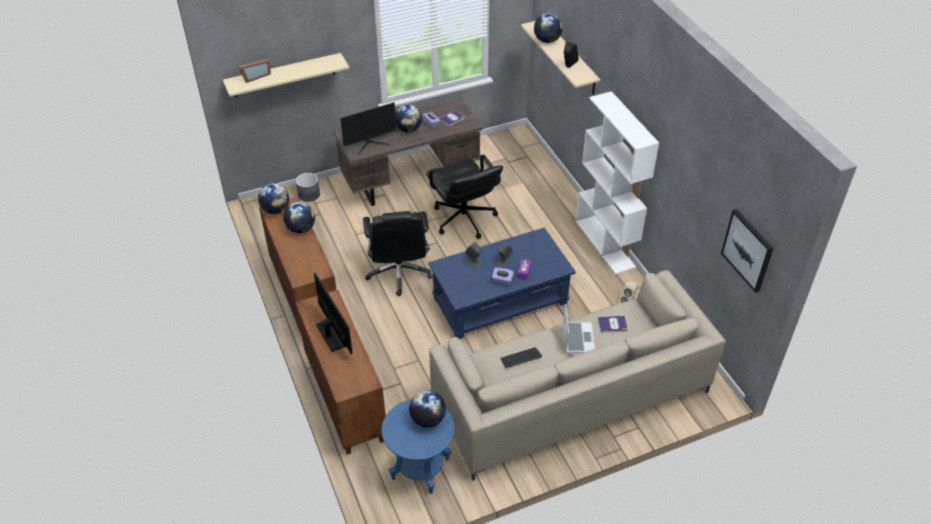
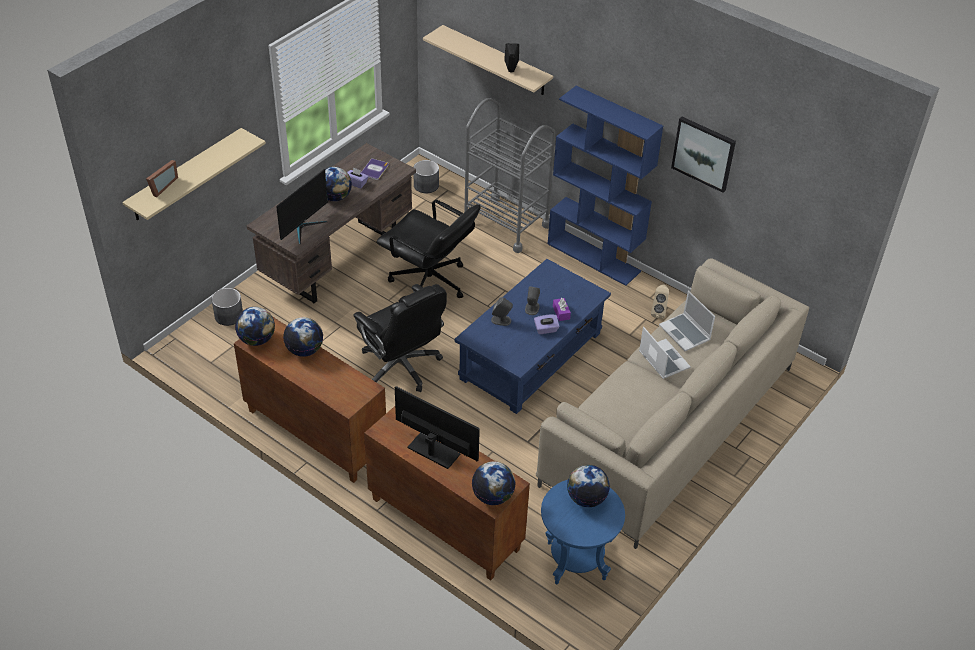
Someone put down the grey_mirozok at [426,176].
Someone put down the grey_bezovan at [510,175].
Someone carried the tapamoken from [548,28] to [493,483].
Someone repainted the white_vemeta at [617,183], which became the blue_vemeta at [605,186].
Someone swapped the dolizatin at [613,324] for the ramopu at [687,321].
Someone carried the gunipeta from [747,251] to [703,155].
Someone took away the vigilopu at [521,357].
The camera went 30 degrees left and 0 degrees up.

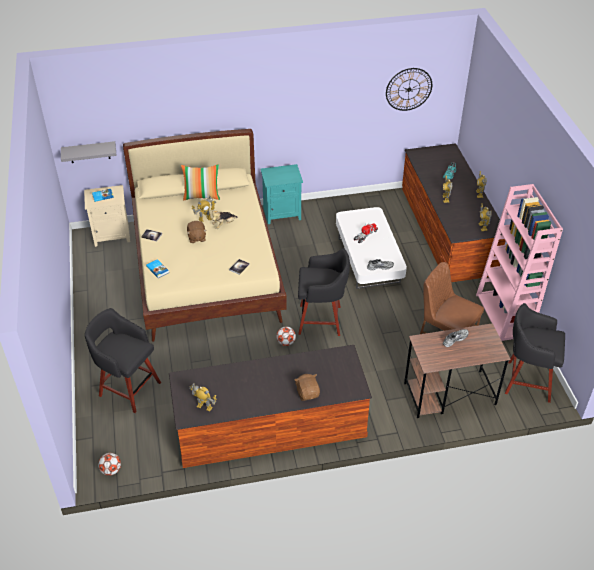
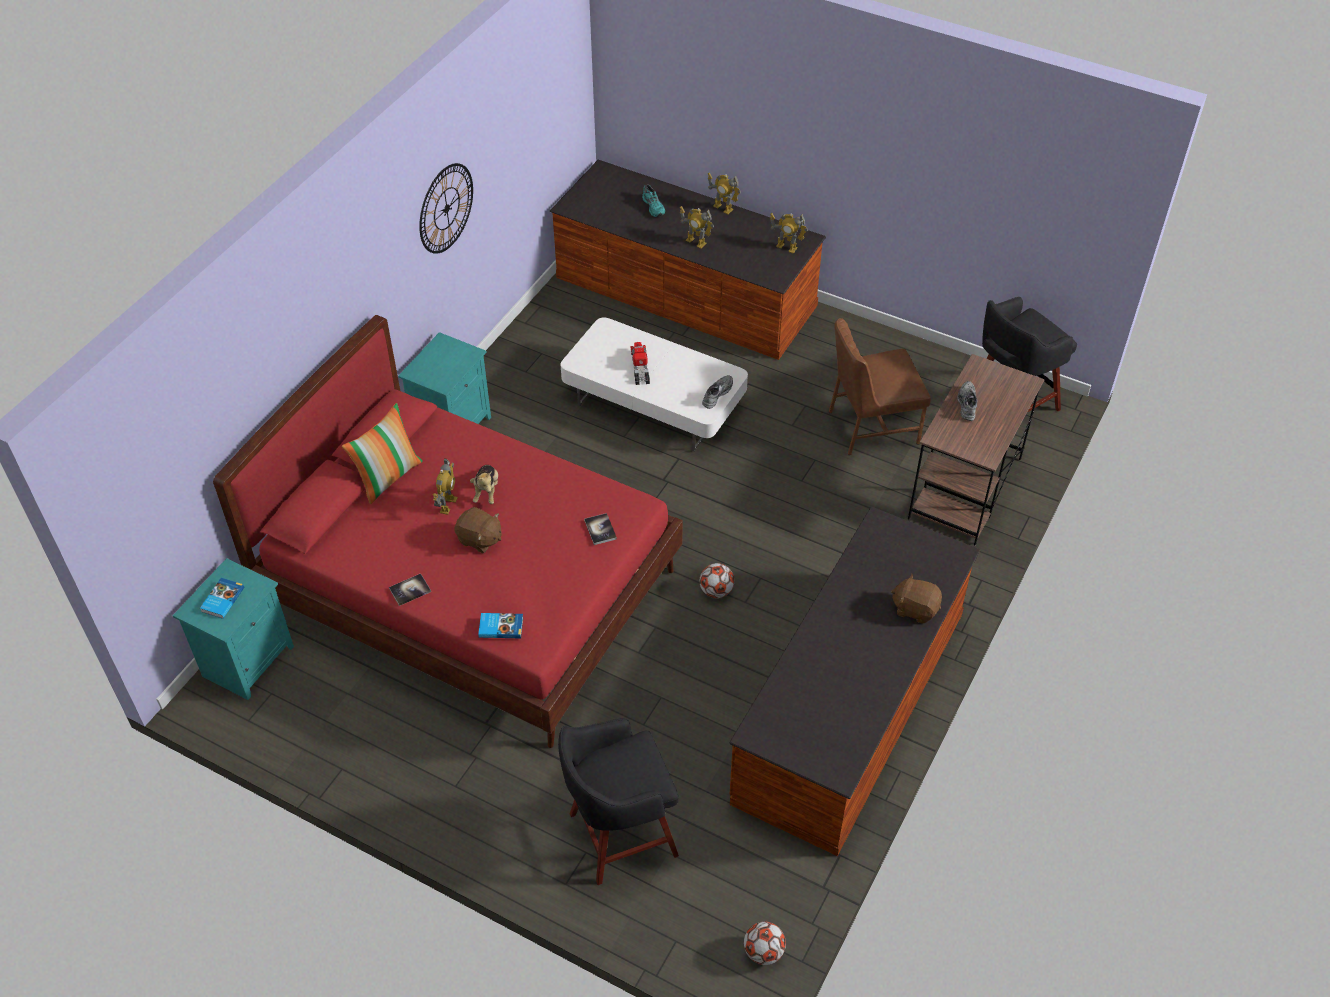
Someone repainted the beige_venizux at [107,216], which became the turquoise_venizux at [233,629].
Someone repainted the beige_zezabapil at [205,235], which became the red_zezabapil at [448,531].
Someone carried the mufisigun from [409,89] to [446,208].
Someone took away the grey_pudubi at [89,152].
Someone took away the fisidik at [203,397].
Someone took away the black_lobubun at [324,292].
Someone took away the pink_vemeta at [519,262].
The camera went 50 degrees left and 5 degrees up.

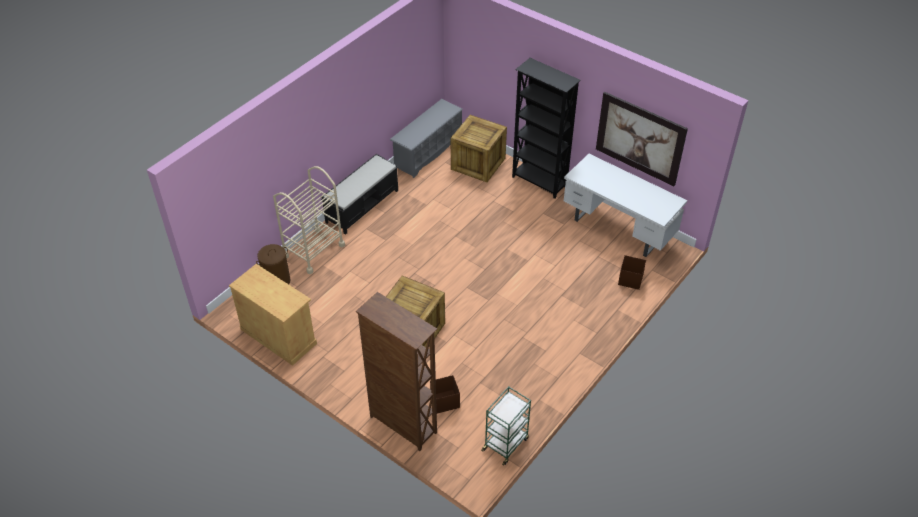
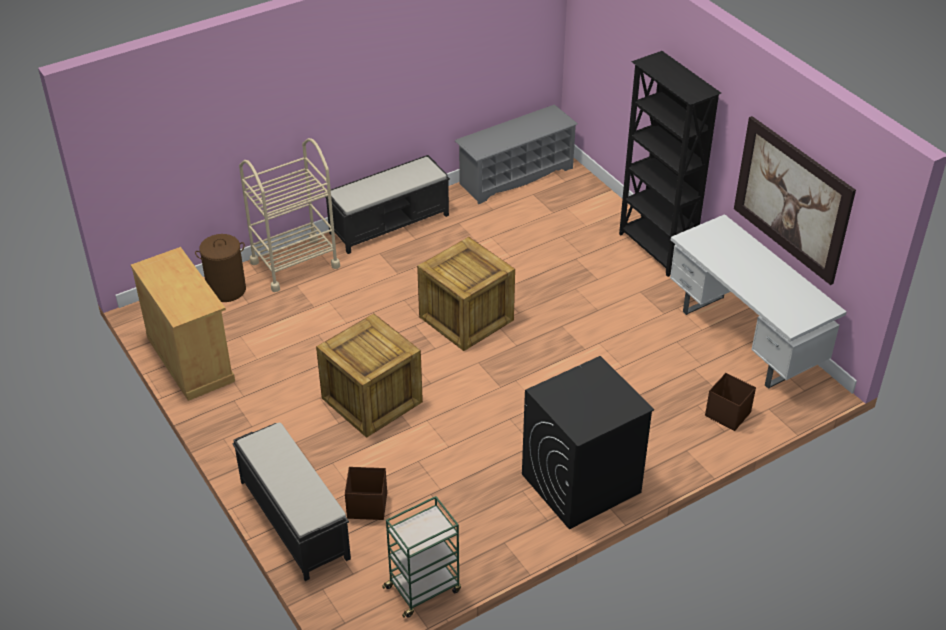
Someone swapped the brown_vemeta at [396,371] for the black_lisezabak at [291,501].
Someone carried the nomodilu from [479,148] to [466,294].
Someone put down the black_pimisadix at [588,443].
The camera went 20 degrees right and 5 degrees down.

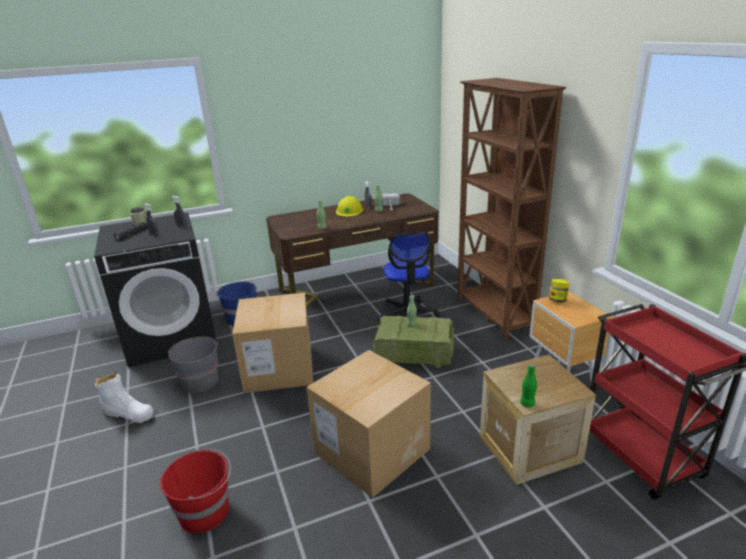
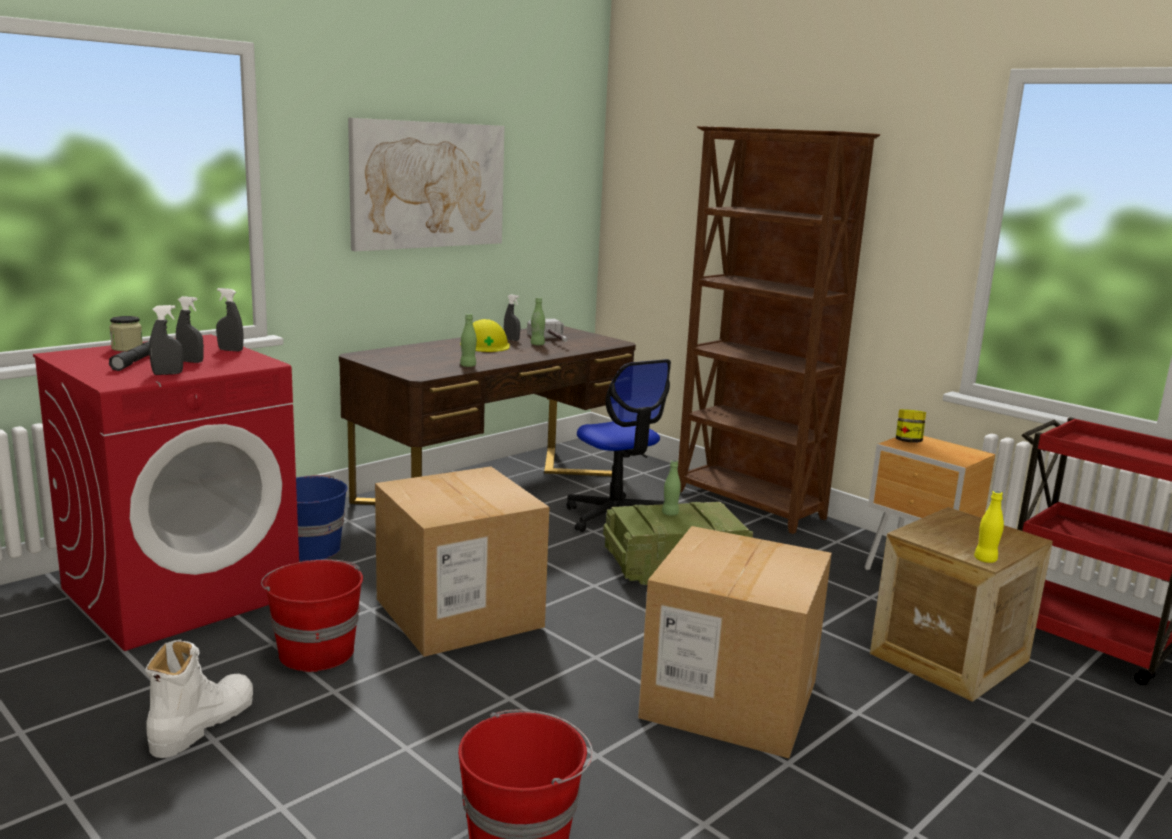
Someone repainted the black_pimisadix at [155,289], which became the red_pimisadix at [166,492].
Someone rotated the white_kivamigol at [124,397] by 60 degrees counterclockwise.
Someone put down the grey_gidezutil at [166,340].
Someone repainted the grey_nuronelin at [193,365], which became the red_nuronelin at [312,615].
Someone put up the gunipeta at [426,184].
Someone repainted the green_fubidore at [528,385], which became the yellow_fubidore at [989,527].
The camera went 25 degrees left and 10 degrees down.

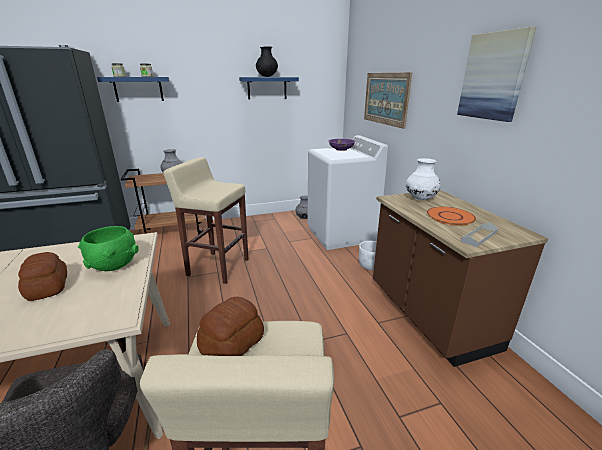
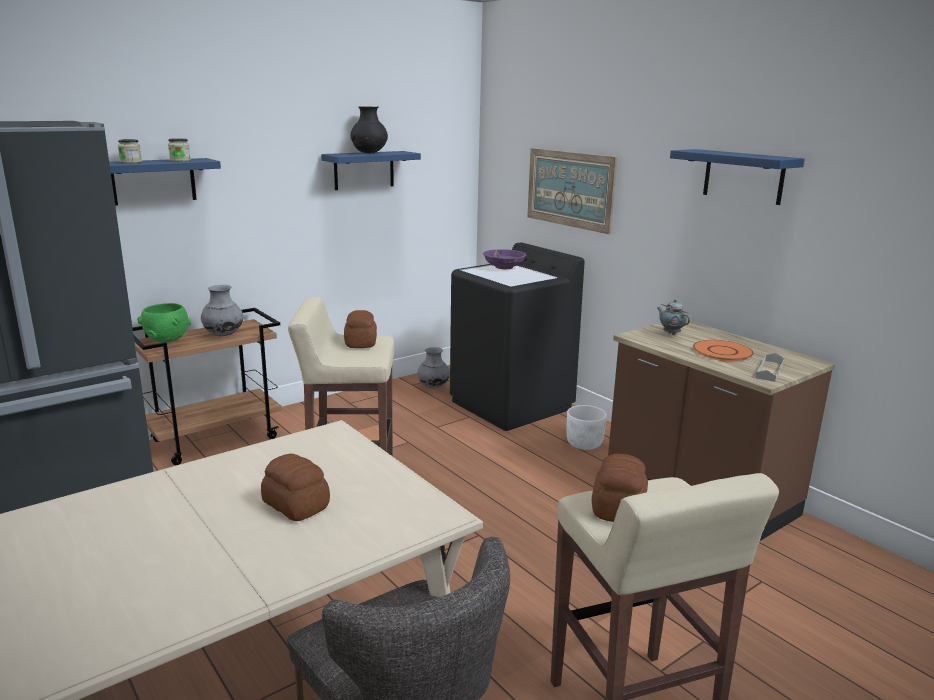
Someone carried the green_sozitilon from [108,248] to [164,323].
Someone put down the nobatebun at [360,329].
Someone repainted the white_pimisadix at [347,192], which became the black_pimisadix at [517,336].
Someone swapped the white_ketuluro at [423,179] for the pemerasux at [673,317].
Someone swapped the gunipeta at [496,74] for the blue_pudubi at [737,177].
The camera went 20 degrees left and 5 degrees down.

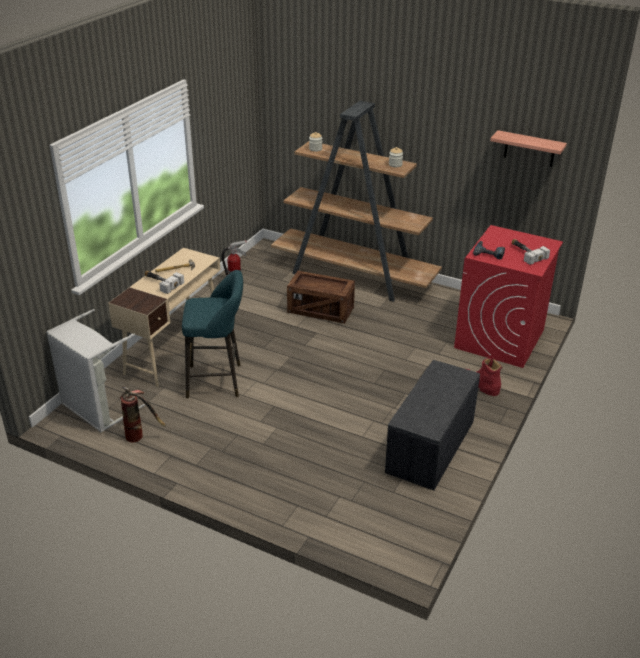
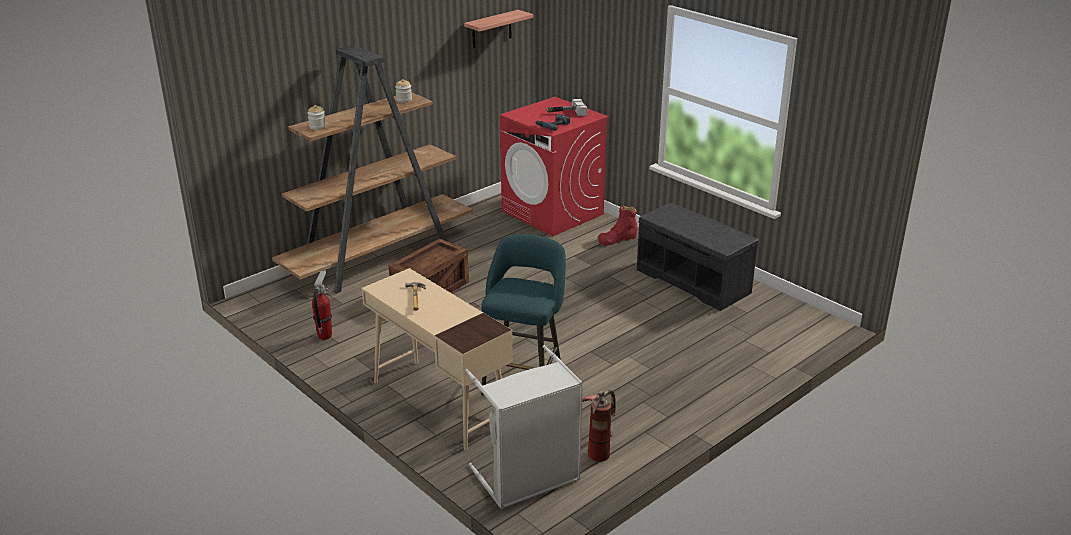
Someone took away the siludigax at [164,282].
The camera went 70 degrees left and 5 degrees down.

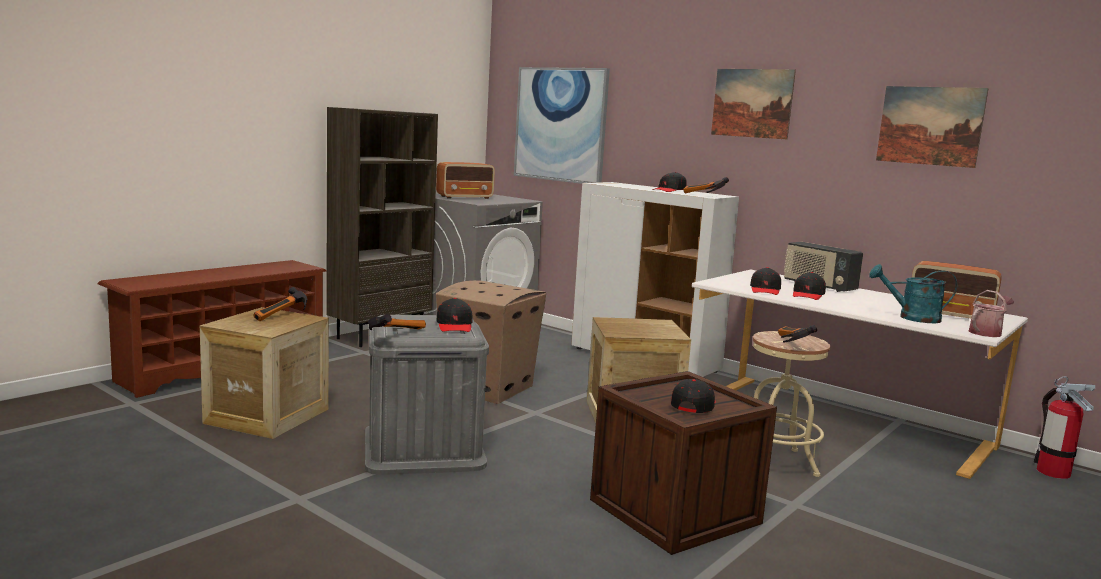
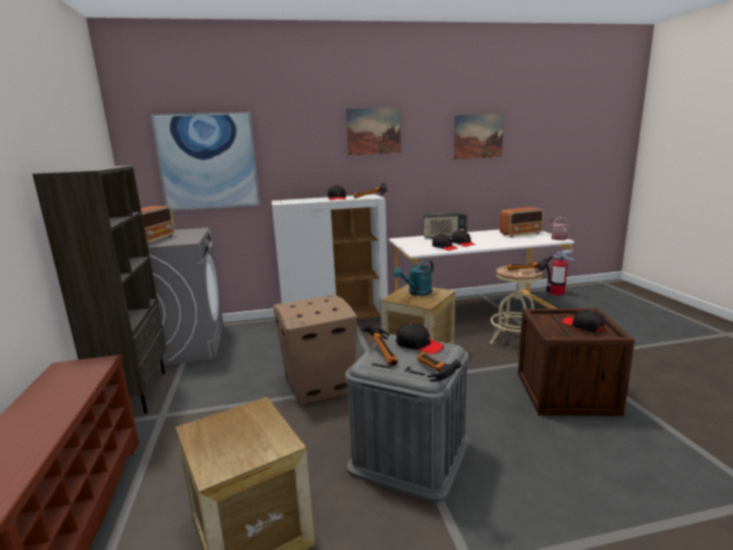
Someone carried the siludigax from [280,304] to [380,345].
Someone carried the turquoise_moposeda from [913,293] to [413,277].
The camera went 50 degrees left and 5 degrees up.

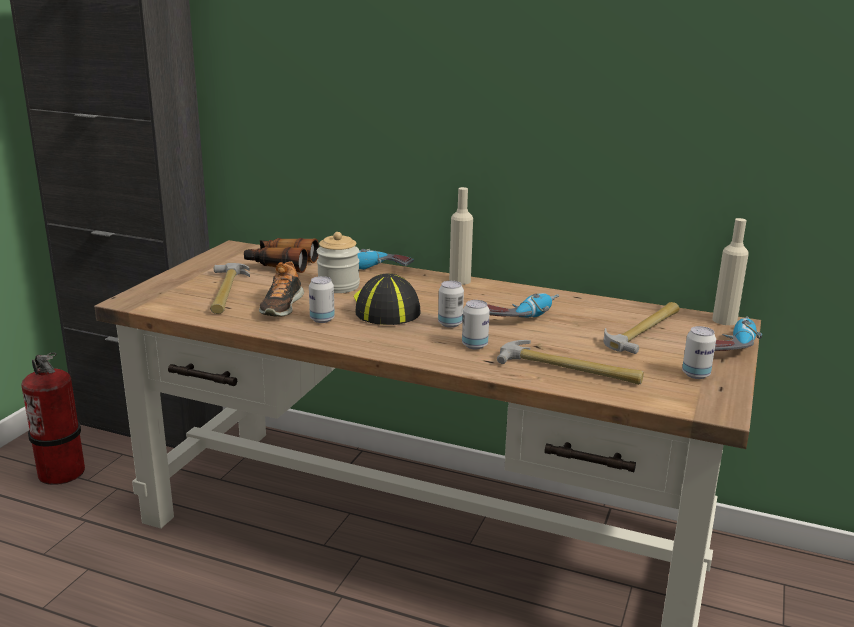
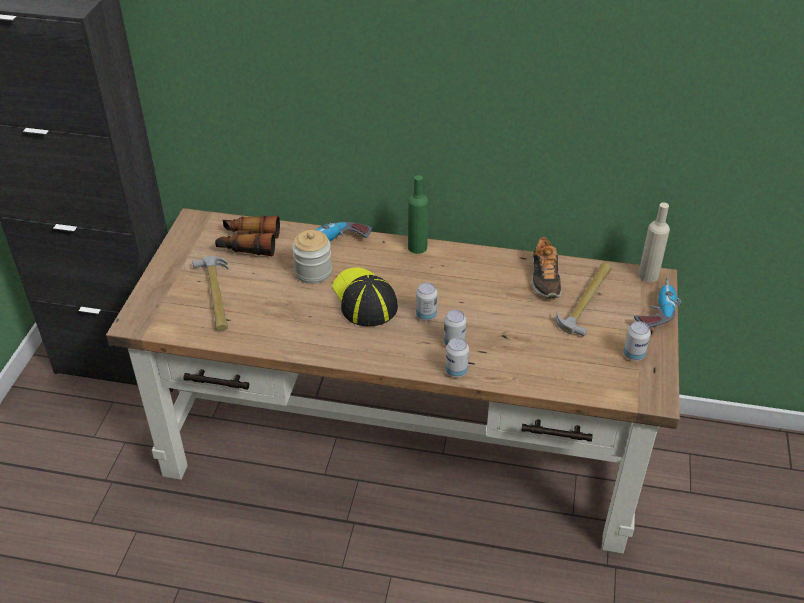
Someone repainted the beige_fubidore at [461,236], which became the green_fubidore at [418,214].
Someone carried the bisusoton from [322,299] to [457,357].
Someone carried the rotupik from [281,289] to [547,267].
Someone took away the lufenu at [53,419].
Someone took away the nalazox at [523,305].
Someone took away the siludigax at [570,362].
The camera went 10 degrees left and 20 degrees up.

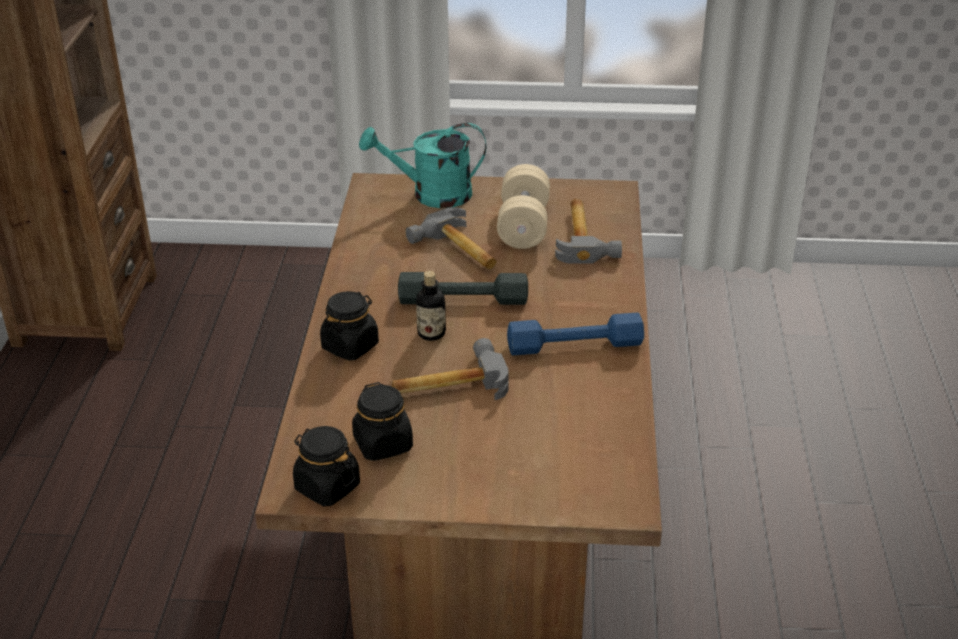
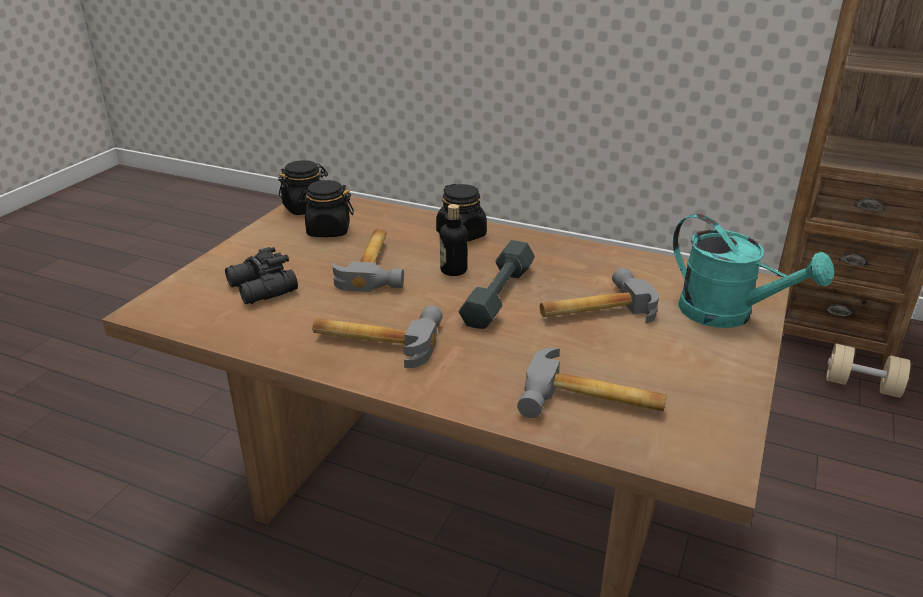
Someone put down the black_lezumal at [261,275].
Someone swapped the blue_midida at [575,334] for the siludigax at [377,336].
Someone rotated the turquoise_moposeda at [422,165] by 120 degrees clockwise.
Someone carried the beige_midida from [523,206] to [868,371].
The camera went 110 degrees right and 5 degrees down.

